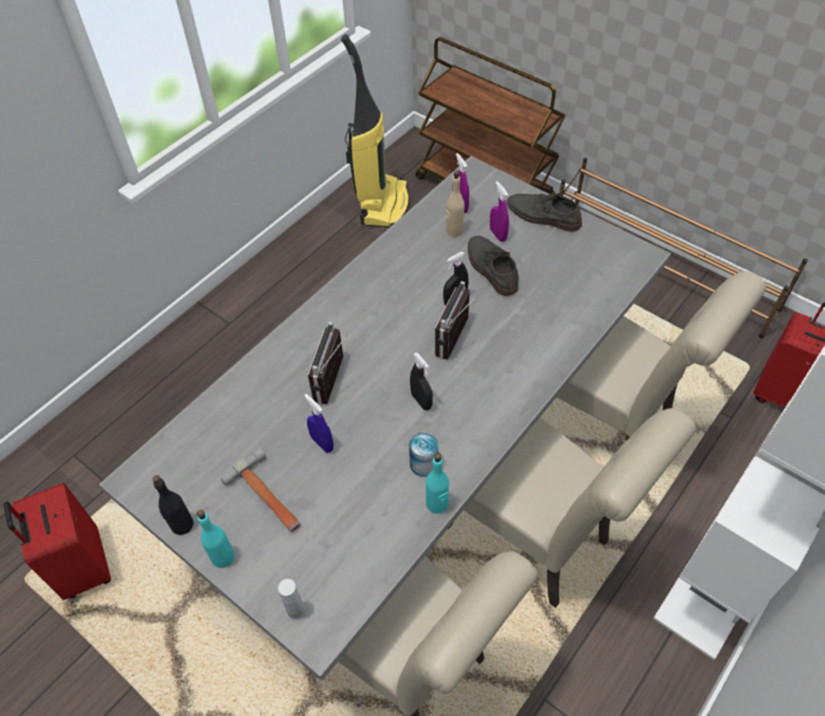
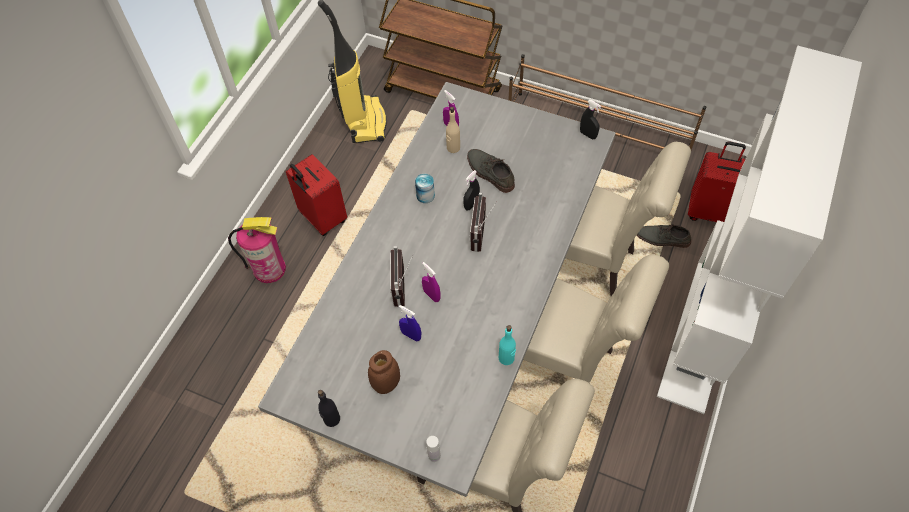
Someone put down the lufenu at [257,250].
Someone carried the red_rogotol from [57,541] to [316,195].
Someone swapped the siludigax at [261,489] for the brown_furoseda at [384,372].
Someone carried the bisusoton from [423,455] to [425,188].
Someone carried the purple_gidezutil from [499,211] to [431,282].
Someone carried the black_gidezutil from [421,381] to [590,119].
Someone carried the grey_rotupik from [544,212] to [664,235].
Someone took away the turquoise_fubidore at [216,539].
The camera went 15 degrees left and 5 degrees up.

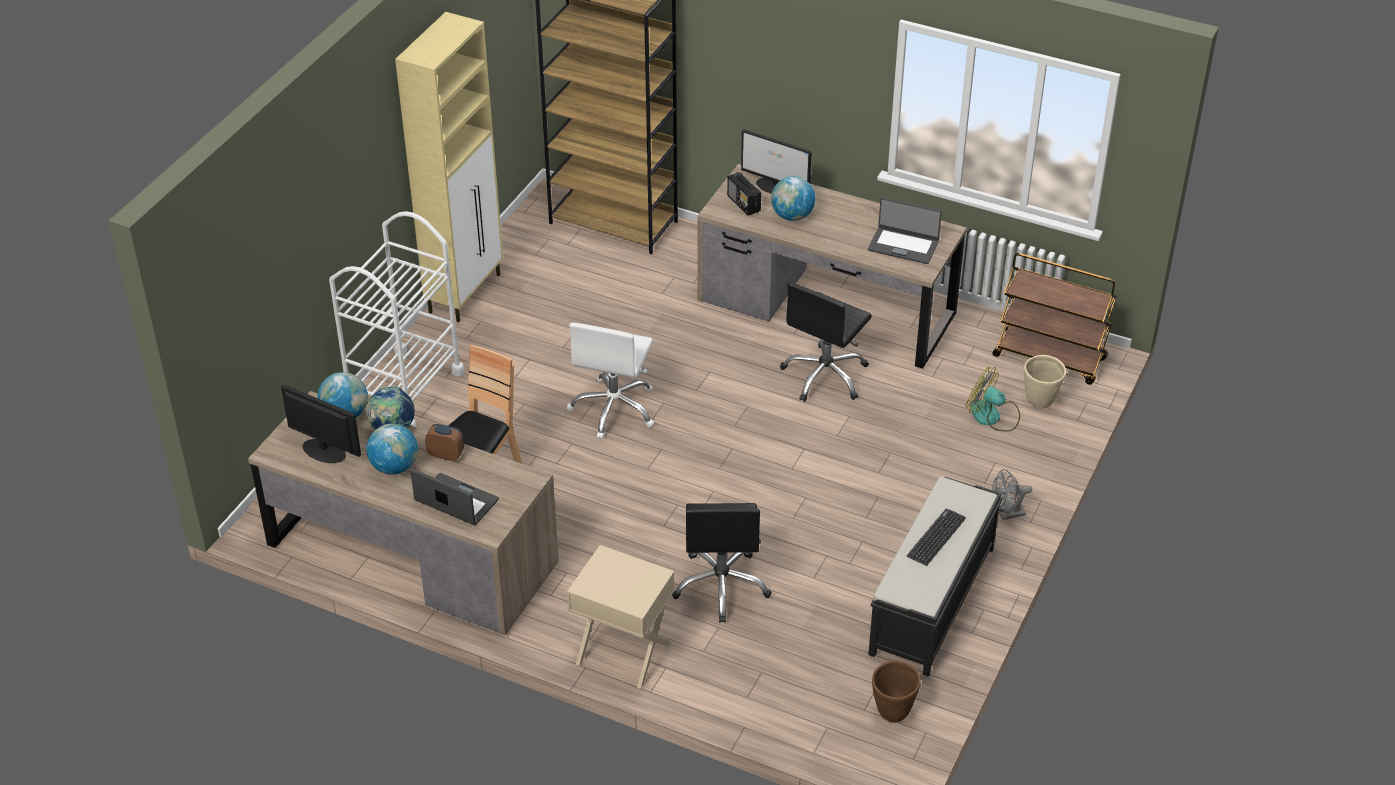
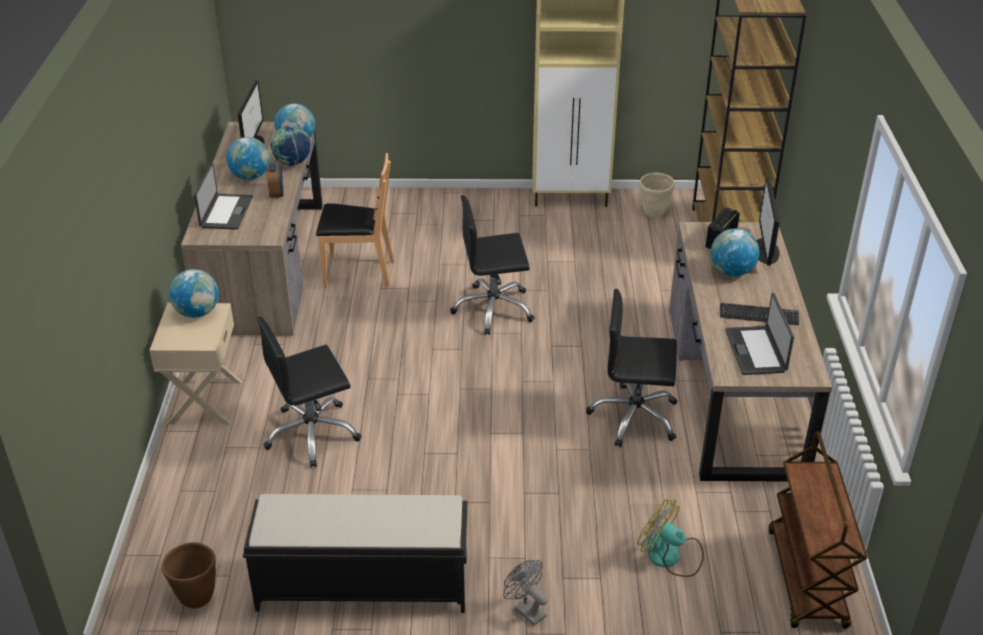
Someone put down the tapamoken at [194,293].
Someone repainted the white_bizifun at [610,381], which became the black_bizifun at [492,265].
Someone rotated the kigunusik at [993,399] by 60 degrees counterclockwise.
Someone carried the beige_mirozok from [1045,382] to [657,195].
Someone carried the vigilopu from [936,537] to [759,314].
Someone took away the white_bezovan at [396,319].
The camera went 65 degrees right and 5 degrees down.

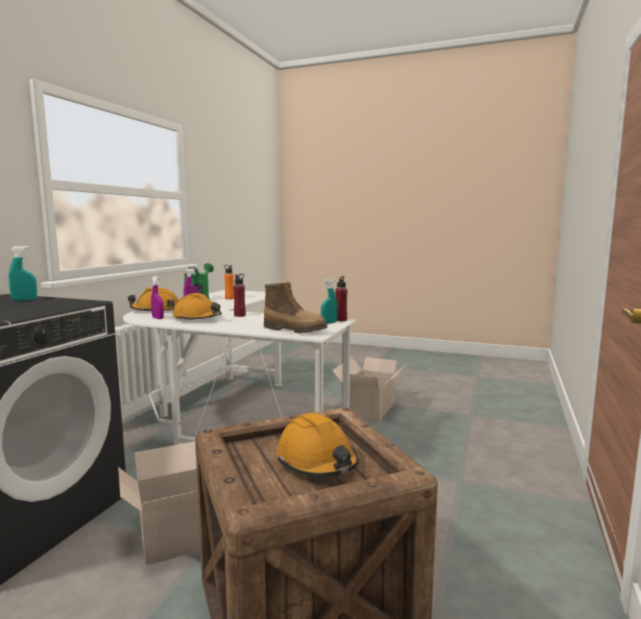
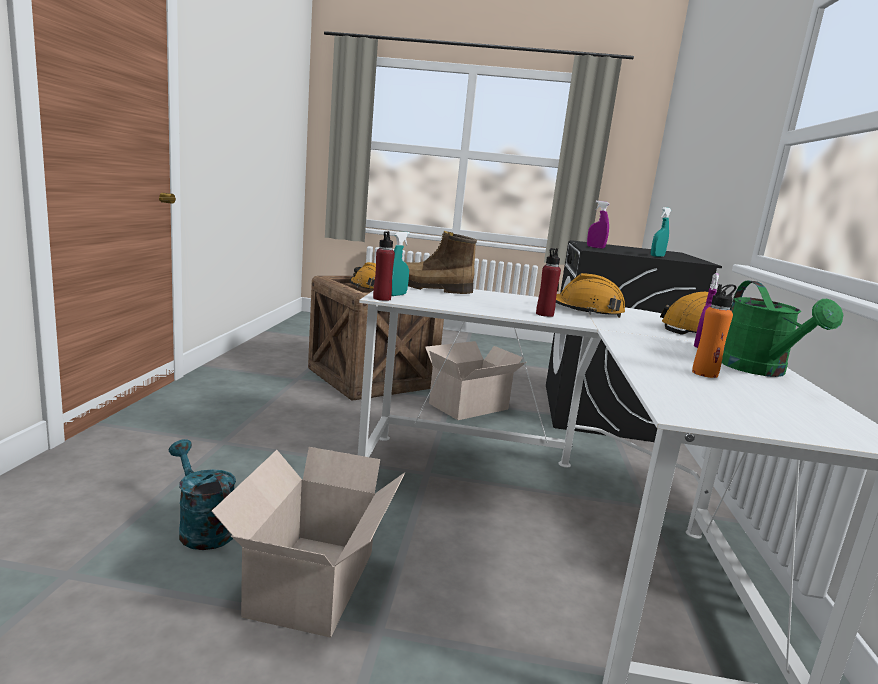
Someone put down the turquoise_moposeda at [202,494].
Someone carried the purple_gidezutil from [157,297] to [598,225].
The camera went 165 degrees right and 5 degrees up.

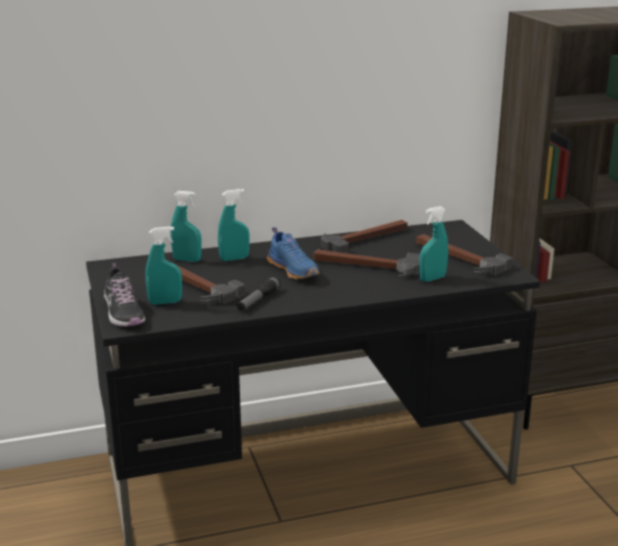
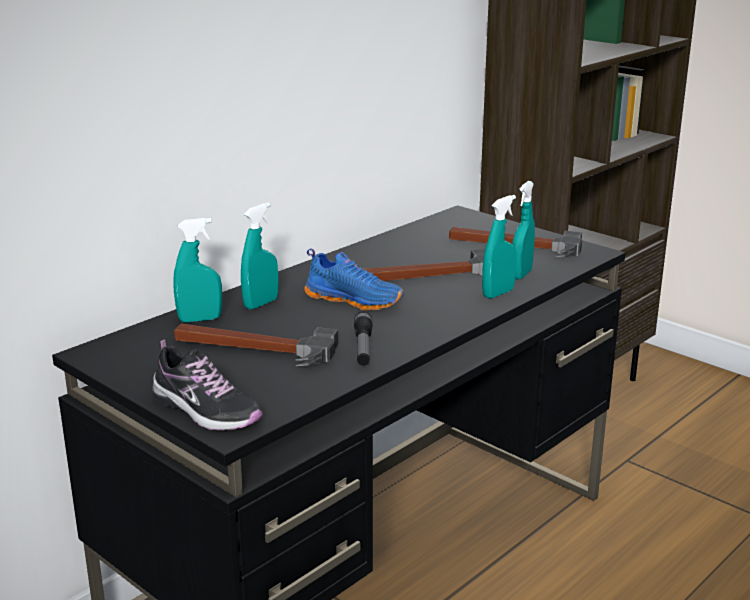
Someone carried the turquoise_gidezutil from [164,265] to [499,247].
Someone took away the siludigax at [364,236].
The camera went 30 degrees left and 0 degrees up.

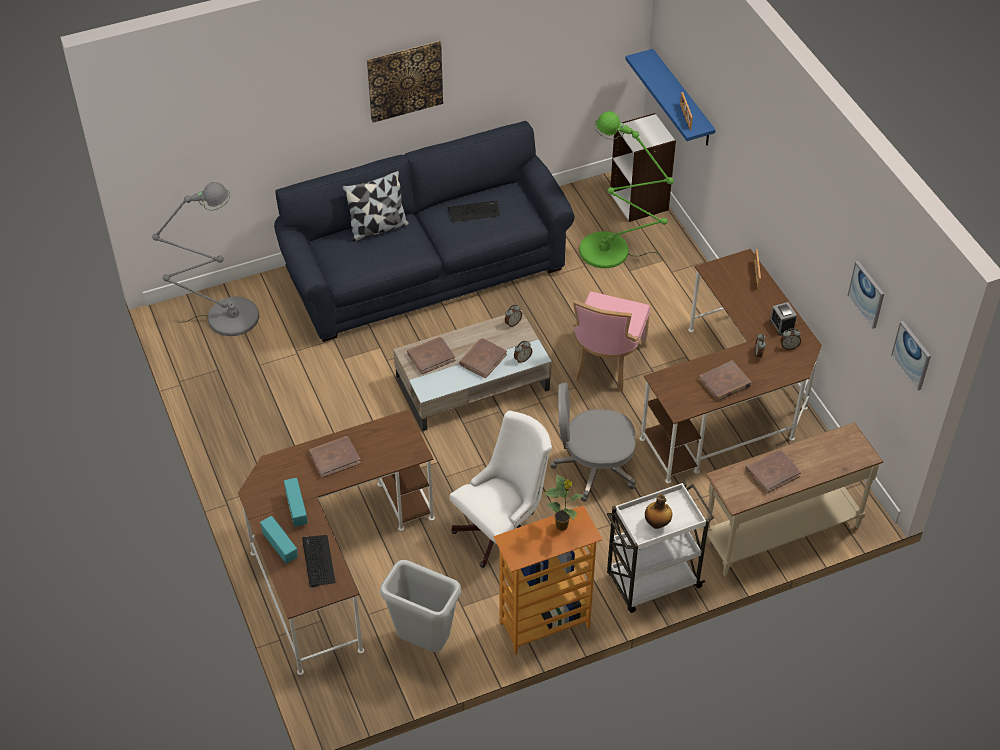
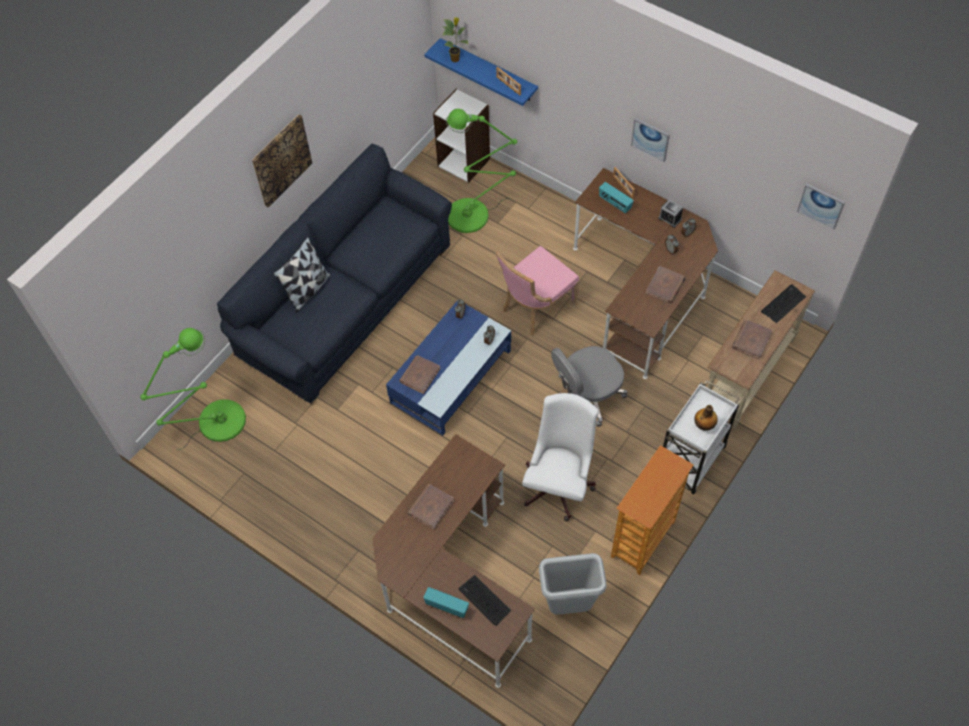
Someone repainted the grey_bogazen at [205,259], which became the green_bogazen at [193,389].
Someone repainted the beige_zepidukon at [472,370], which became the blue_zepidukon at [448,367].
Someone carried the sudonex from [563,502] to [455,40].
Someone rotated the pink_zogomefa at [611,341] by 60 degrees clockwise.
Someone carried the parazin from [296,502] to [616,197].
Someone carried the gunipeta from [866,295] to [650,140].
Someone carried the vigilopu from [474,211] to [783,303].
Someone took away the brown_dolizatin at [483,358].
The camera went 30 degrees left and 10 degrees up.

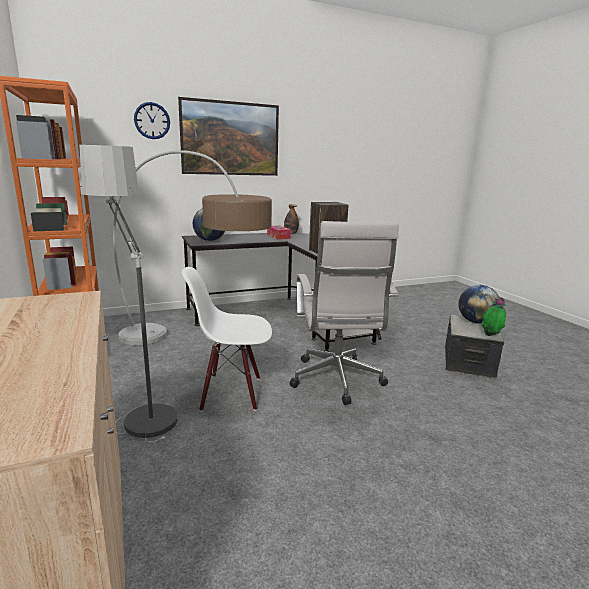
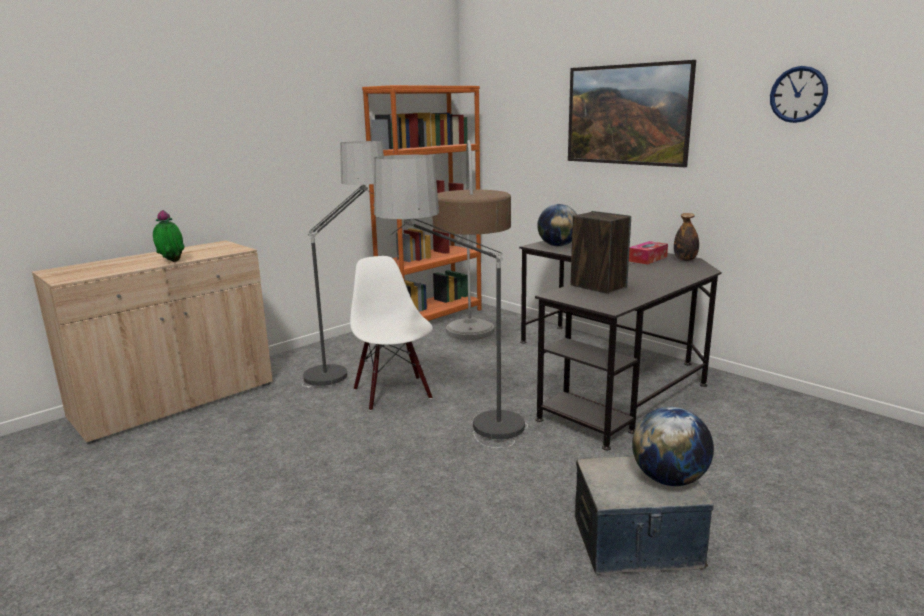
Someone carried the sudonex from [493,316] to [168,236].
Someone swapped the white_bizifun at [344,313] for the bogazen at [450,301].
Someone carried the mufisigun from [152,120] to [799,94].
The camera went 70 degrees right and 0 degrees up.

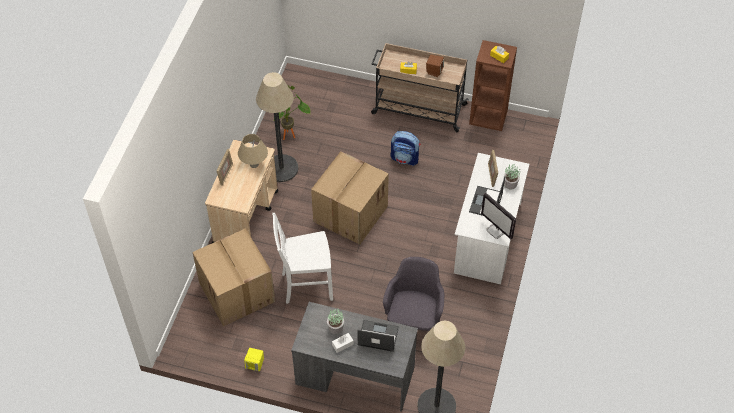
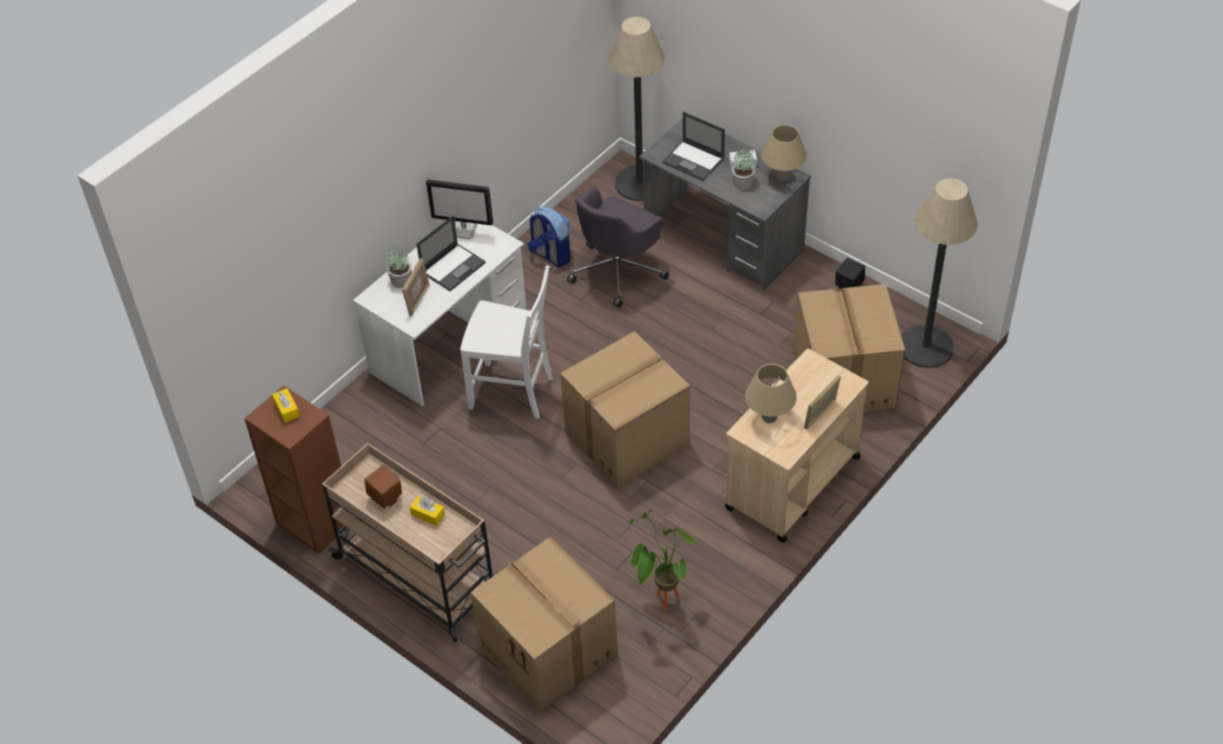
Someone rotated the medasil at [498,216] by 120 degrees clockwise.
Someone carried the white_zogomefa from [302,258] to [506,342].
Someone put down the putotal at [544,624].
Someone carried the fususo from [405,148] to [549,236].
Someone put down the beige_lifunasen at [784,153].
Someone repainted the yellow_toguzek at [254,359], which became the black_toguzek at [850,273].
Someone carried the bogazen from [277,127] to [939,273].
The camera went 155 degrees left and 5 degrees down.

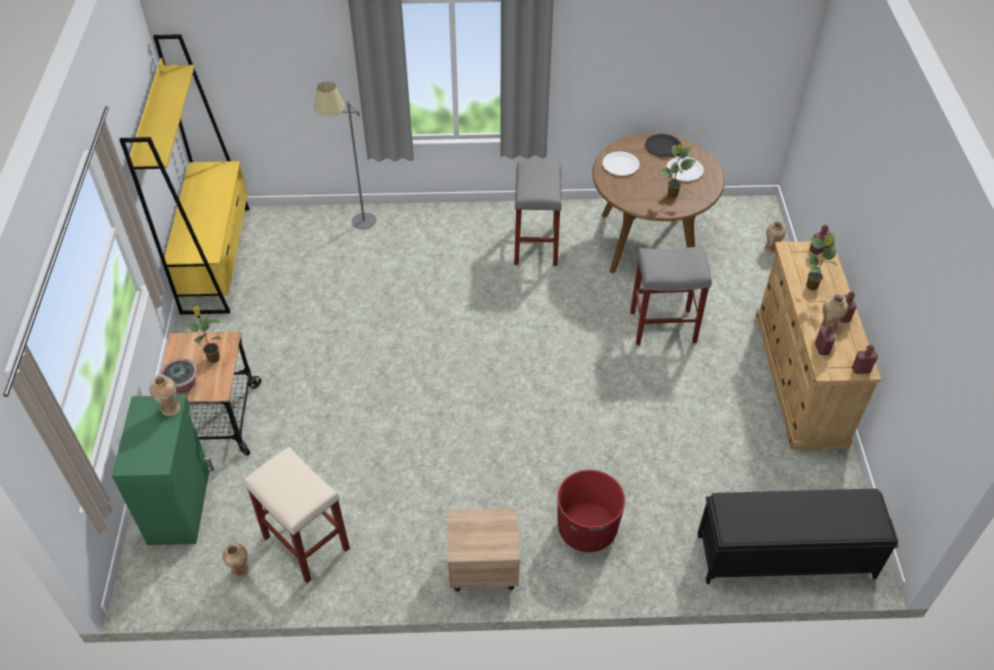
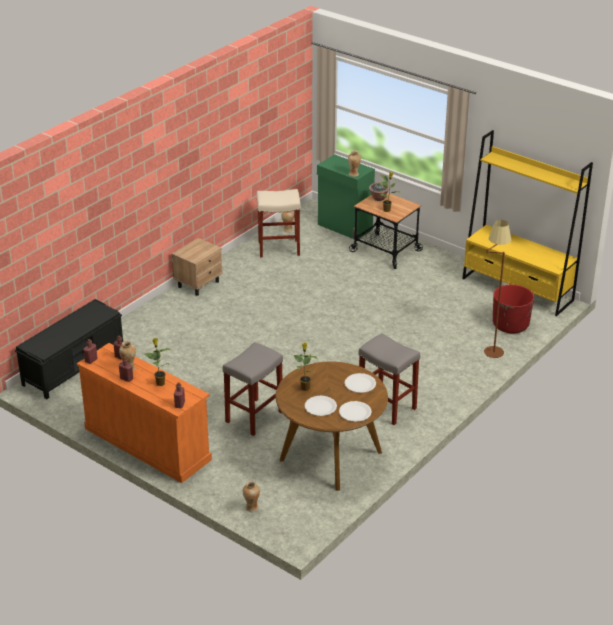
Someone repainted the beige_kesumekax at [818,345], which became the orange_kesumekax at [144,413].
Someone repainted the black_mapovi at [663,145], which became the white_mapovi at [355,411].
Someone repainted the grey_bogazen at [345,155], which became the brown_bogazen at [498,289].
Someone carried the red_mirozok from [591,511] to [513,309].
The camera went 130 degrees right and 15 degrees down.

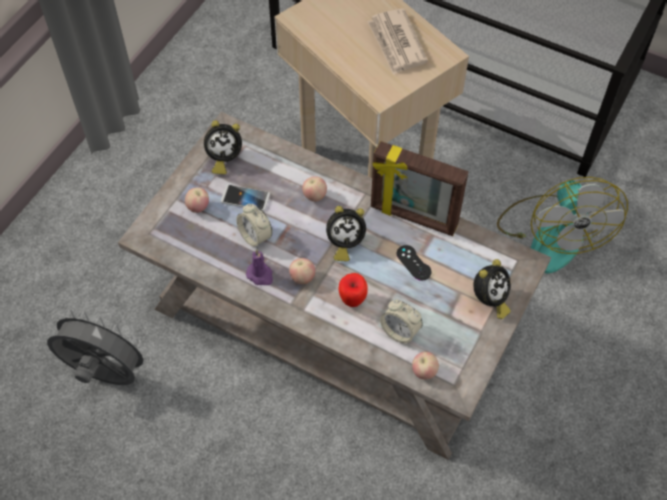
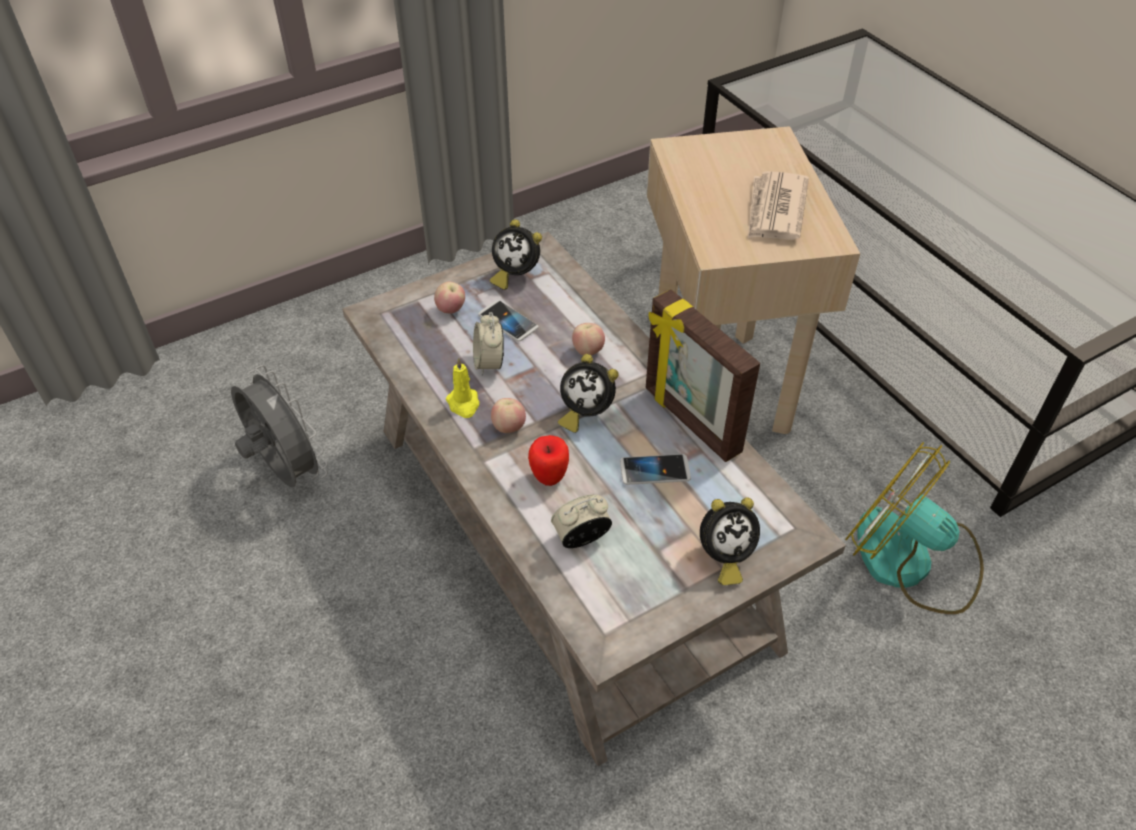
Someone repainted the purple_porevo at [259,267], which became the yellow_porevo at [462,388].
Someone rotated the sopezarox at [401,322] by 90 degrees clockwise.
Someone swapped the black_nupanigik at [414,263] for the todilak at [655,469].
Someone rotated the kigunusik at [562,225] by 105 degrees clockwise.
Someone took away the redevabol at [425,365].
The camera went 30 degrees right and 10 degrees down.

